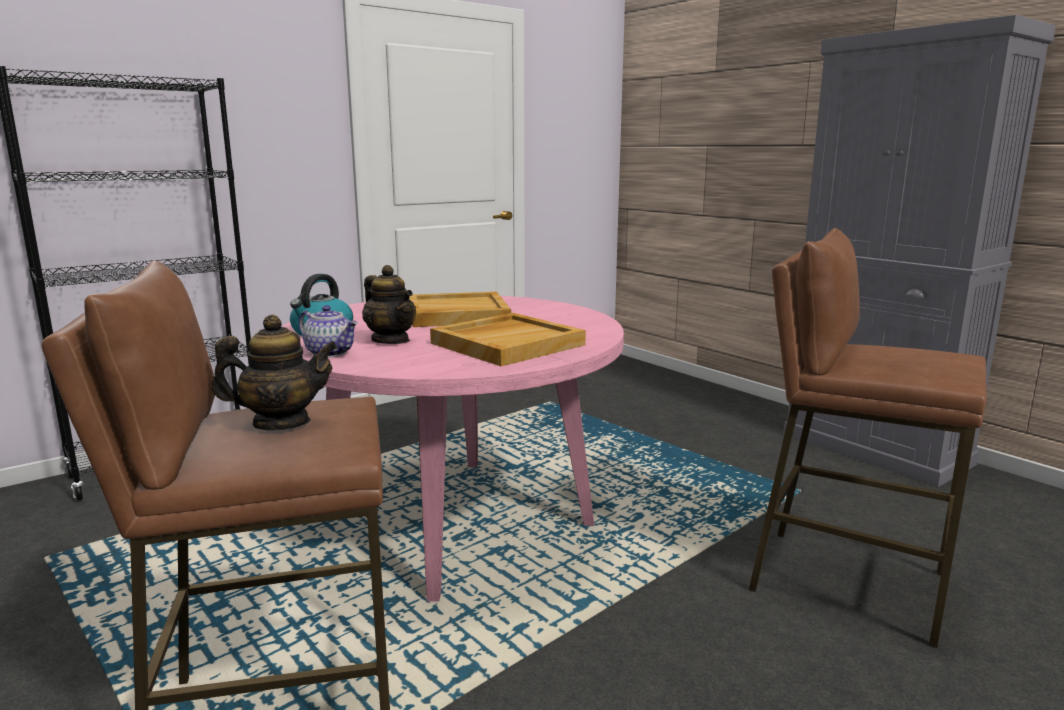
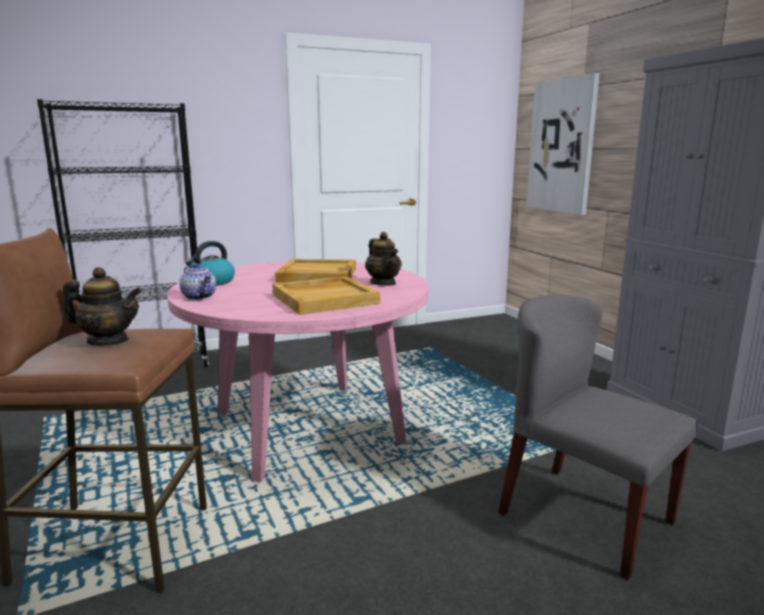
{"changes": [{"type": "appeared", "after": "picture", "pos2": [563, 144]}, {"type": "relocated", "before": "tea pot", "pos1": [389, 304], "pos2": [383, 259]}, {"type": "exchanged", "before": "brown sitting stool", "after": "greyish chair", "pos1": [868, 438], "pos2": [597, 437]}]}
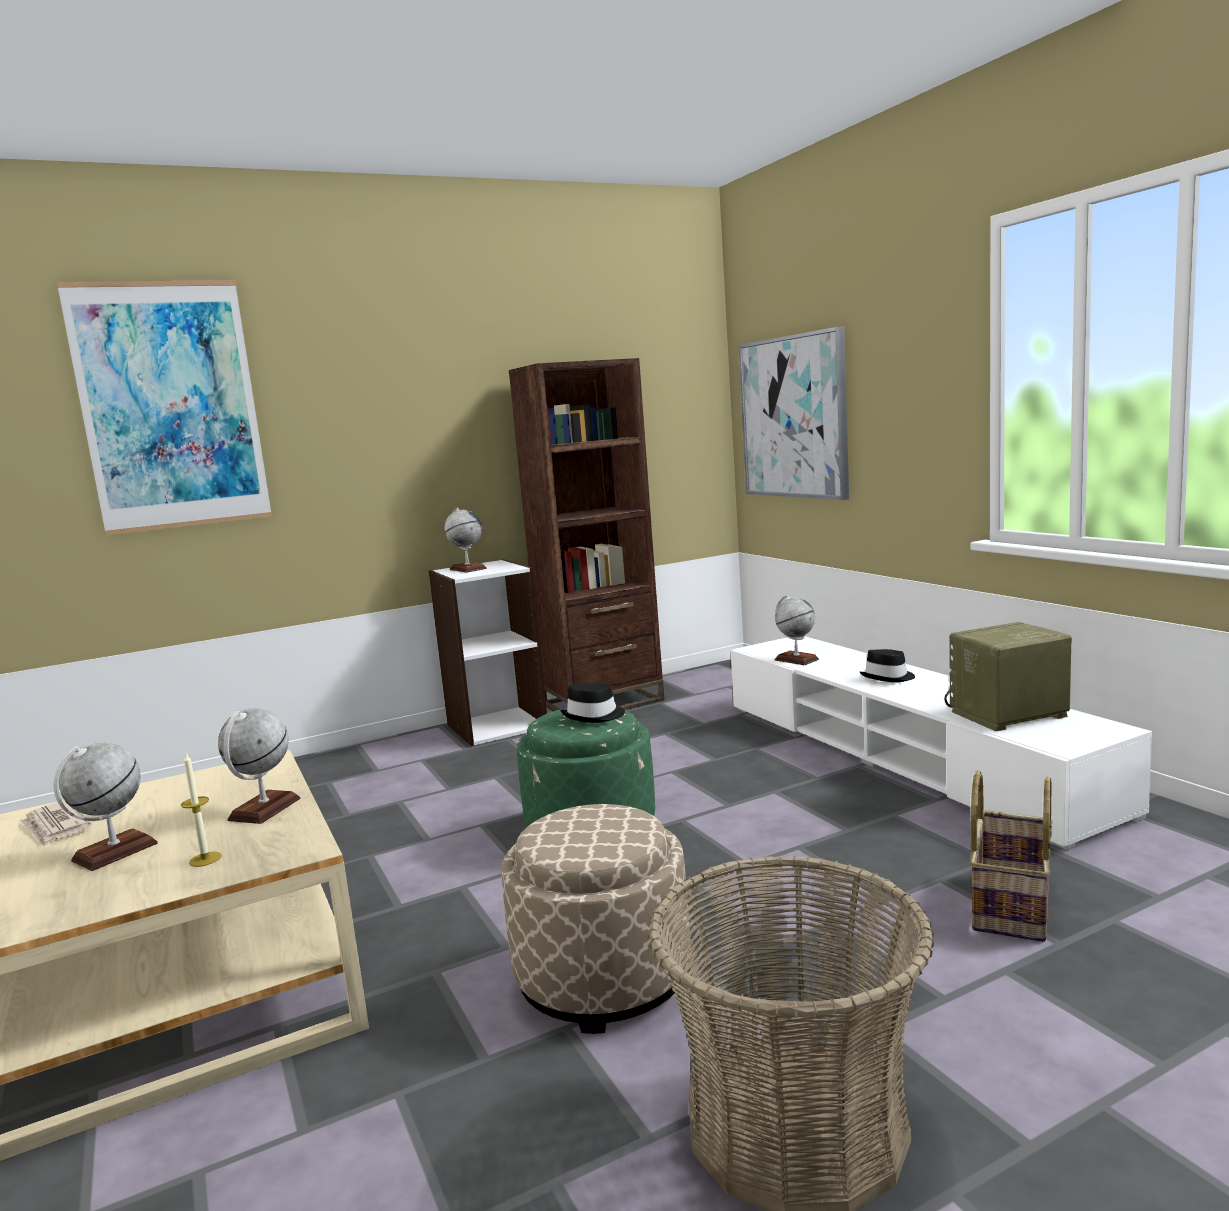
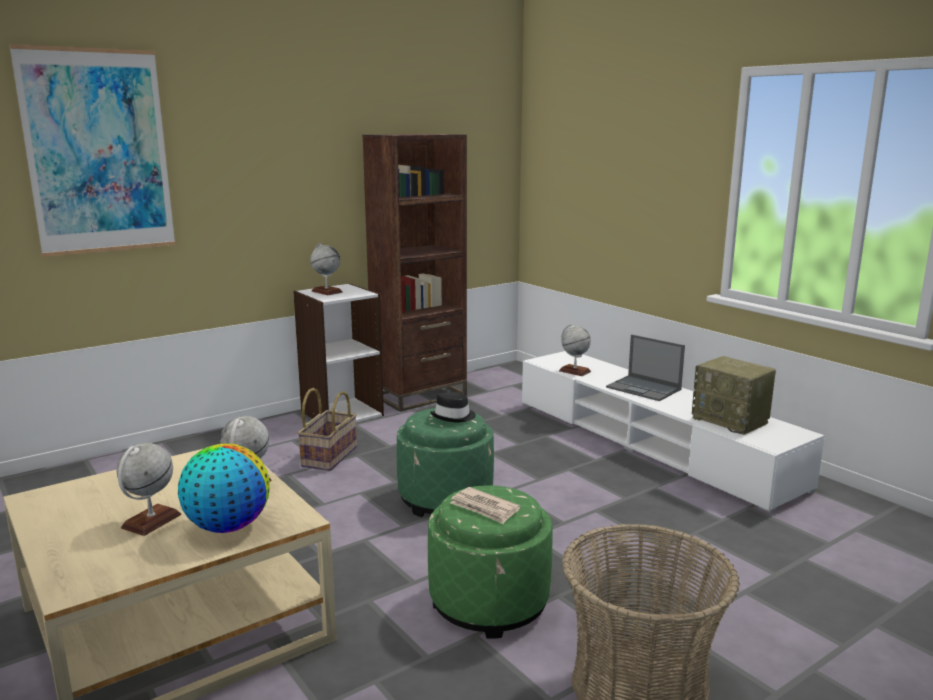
{"changes": [{"type": "missing", "before": "picture", "pos1": [794, 413]}, {"type": "relocated", "before": "daily paper", "pos1": [55, 823], "pos2": [485, 505]}, {"type": "relocated", "before": "storage basket", "pos1": [1011, 856], "pos2": [327, 429]}, {"type": "exchanged", "before": "candle", "after": "globe", "pos1": [201, 810], "pos2": [224, 488]}, {"type": "exchanged", "before": "black-coloured clothing hat", "after": "laptop", "pos1": [887, 665], "pos2": [645, 367]}, {"type": "colour", "before": "sand-coloured footrest", "after": "green-coloured footrest", "pos1": [595, 919], "pos2": [490, 562]}, {"type": "spun", "before": "radio set", "pos1": [1008, 676], "pos2": [734, 395], "turn": -105}]}
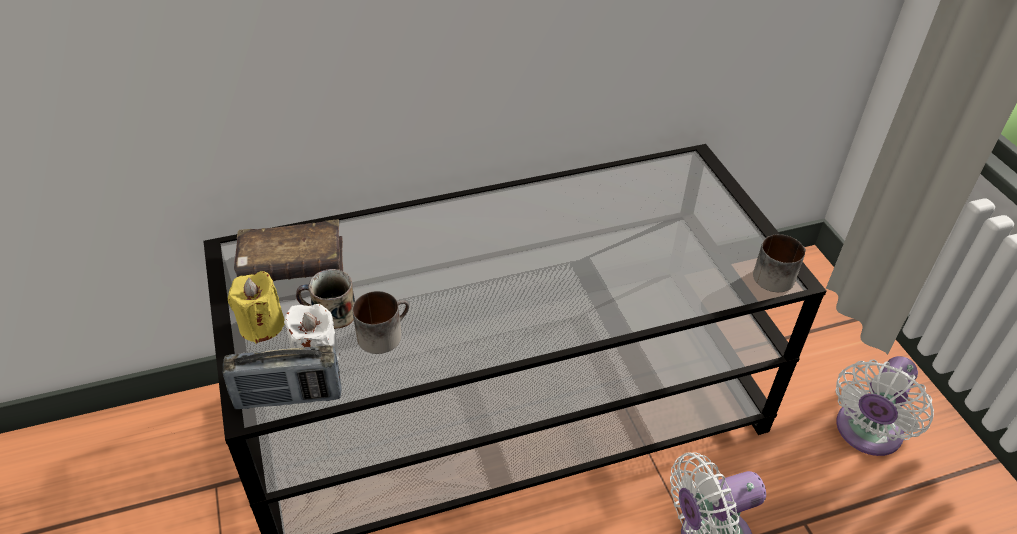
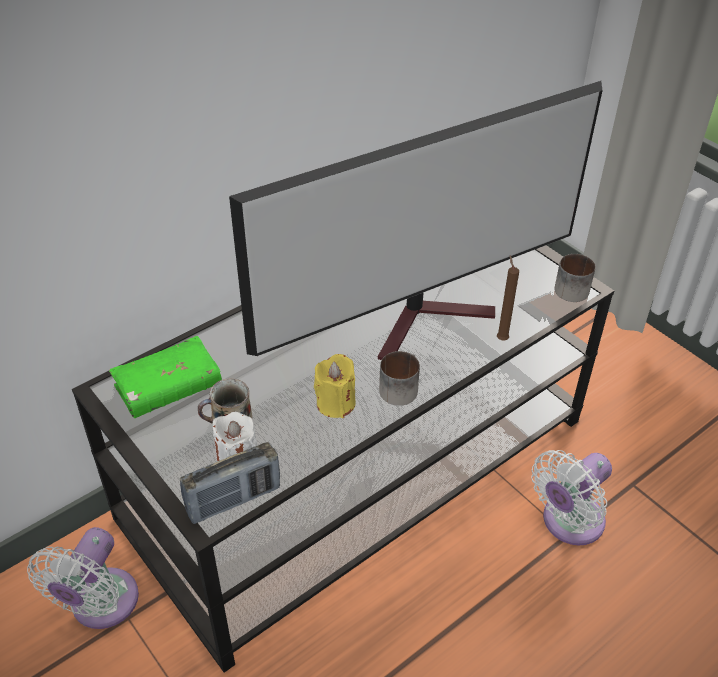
{"changes": [{"type": "appeared", "after": "TV set", "pos2": [416, 220]}, {"type": "appeared", "after": "brown candle", "pos2": [508, 297]}, {"type": "relocated", "before": "yellowish candle", "pos1": [256, 307], "pos2": [335, 386]}, {"type": "relocated", "before": "tea mug", "pos1": [380, 322], "pos2": [399, 378]}, {"type": "relocated", "before": "whitish cooling fan", "pos1": [885, 406], "pos2": [83, 578]}, {"type": "colour", "before": "brown bound book", "after": "green-coloured bound book", "pos1": [288, 250], "pos2": [165, 377]}]}
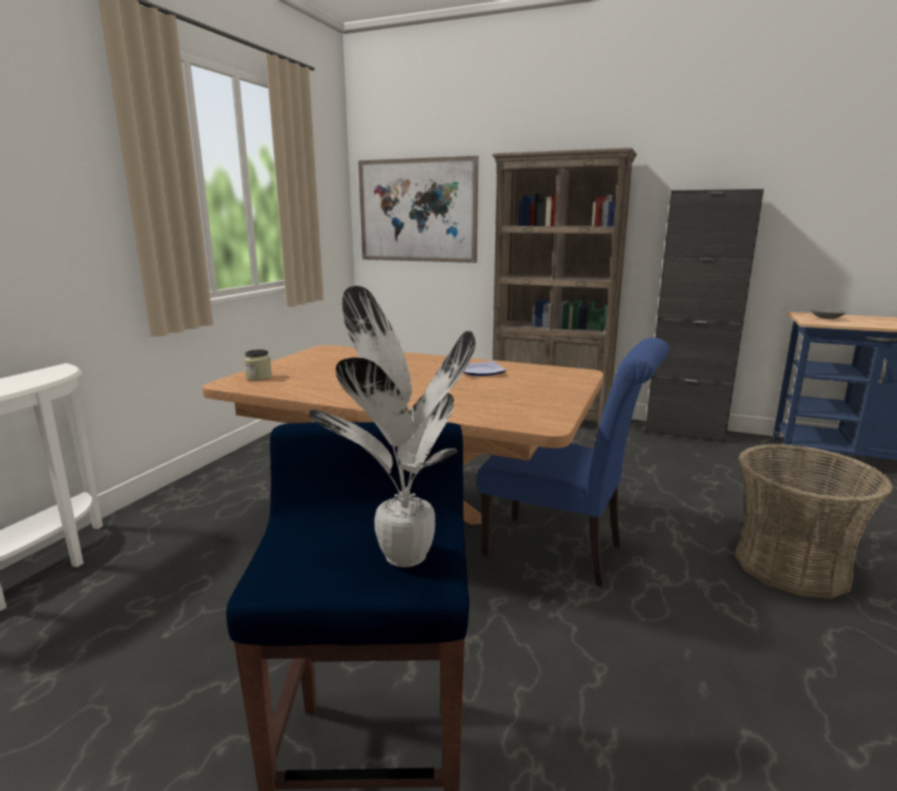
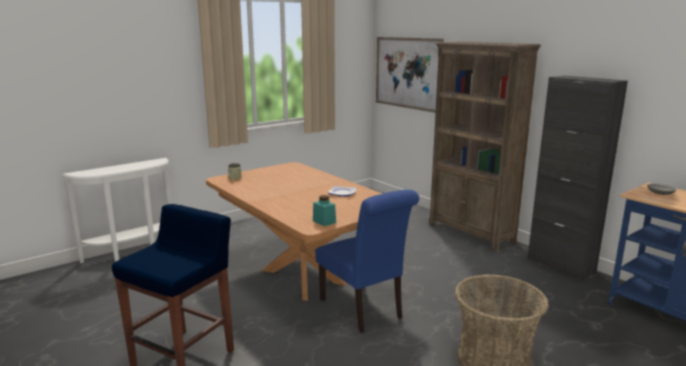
{"changes": [{"type": "missing", "before": "potted plant", "pos1": [391, 426]}, {"type": "appeared", "after": "turquoise-coloured preserve jar", "pos2": [324, 210]}]}
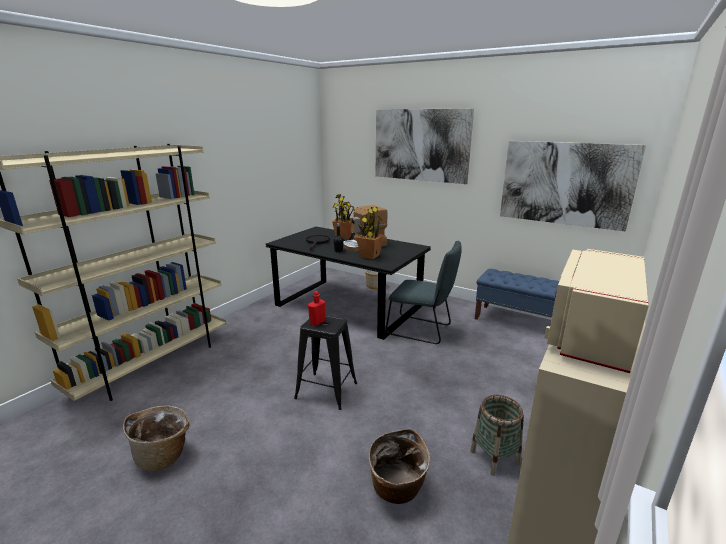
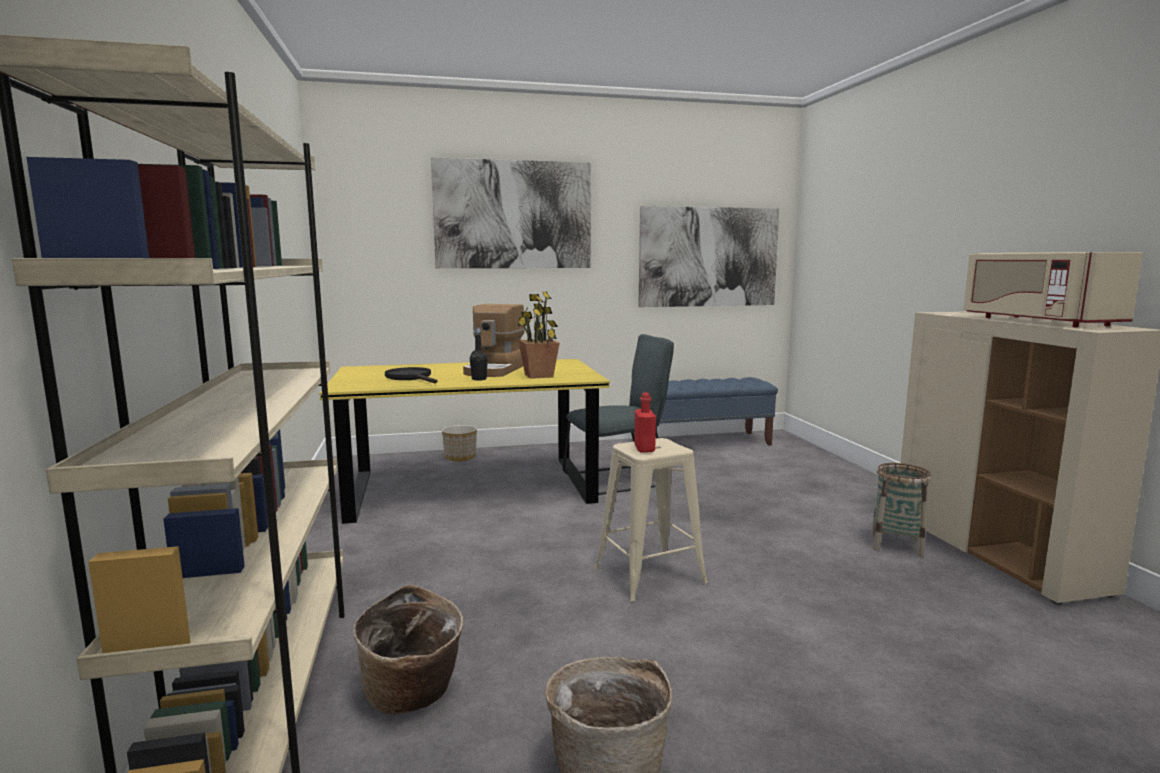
{"changes": [{"type": "missing", "before": "potted plant", "pos1": [343, 217]}, {"type": "relocated", "before": "storage basket", "pos1": [399, 466], "pos2": [408, 649]}, {"type": "colour", "before": "black-coloured dining table", "after": "yellowish dining table", "pos1": [348, 283], "pos2": [464, 441]}, {"type": "colour", "before": "black-coloured sitting stool", "after": "sand-coloured sitting stool", "pos1": [325, 362], "pos2": [651, 520]}]}
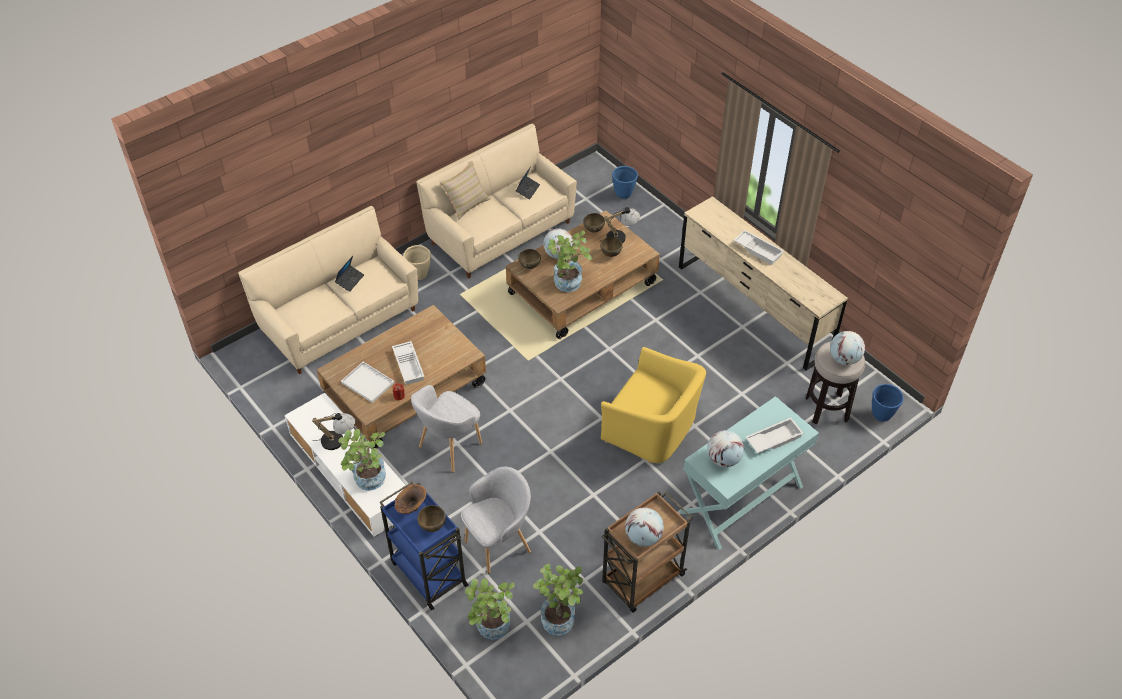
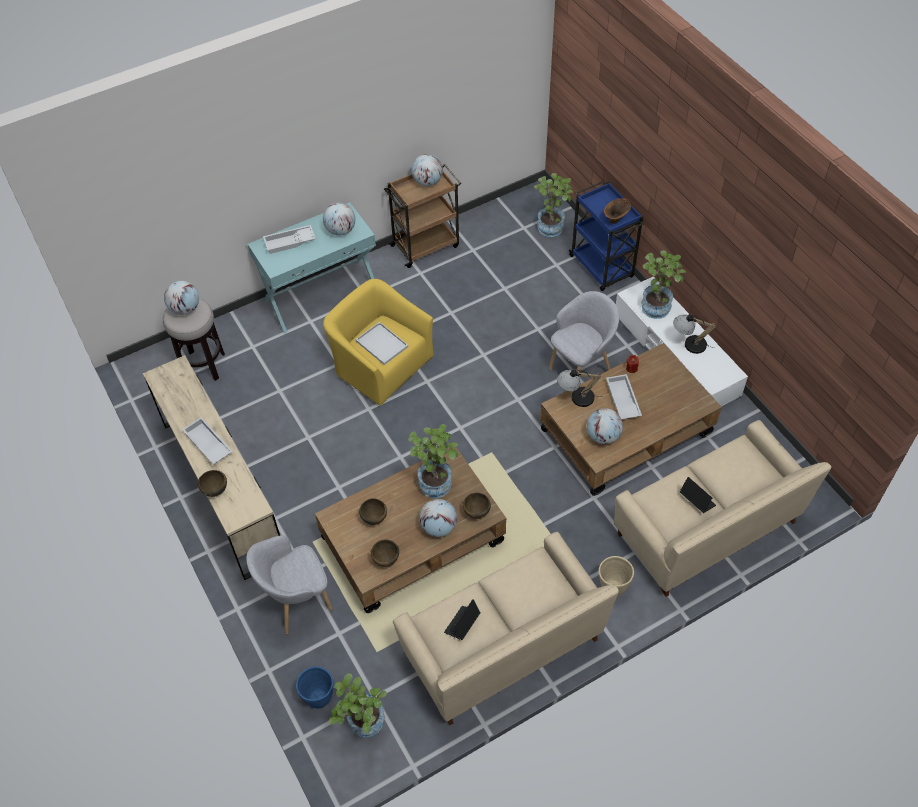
{"changes": [{"type": "missing", "before": "sand-coloured pillow", "pos1": [465, 190]}, {"type": "missing", "before": "bluish plant pot", "pos1": [888, 402]}, {"type": "appeared", "after": "globe", "pos2": [605, 426]}, {"type": "relocated", "before": "whitish tray", "pos1": [367, 382], "pos2": [381, 343]}, {"type": "relocated", "before": "brown bowl", "pos1": [431, 518], "pos2": [212, 483]}, {"type": "relocated", "before": "greyish armchair", "pos1": [496, 520], "pos2": [289, 585]}, {"type": "relocated", "before": "potted plant", "pos1": [558, 599], "pos2": [358, 705]}, {"type": "relocated", "before": "lamp for a table", "pos1": [619, 225], "pos2": [579, 388]}, {"type": "spun", "before": "laptop", "pos1": [349, 274], "pos2": [698, 495], "turn": 105}]}
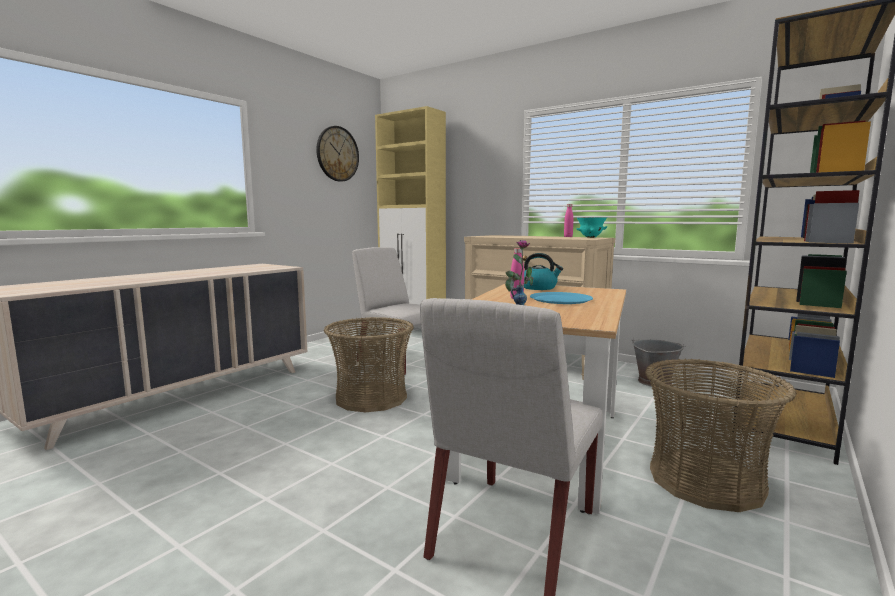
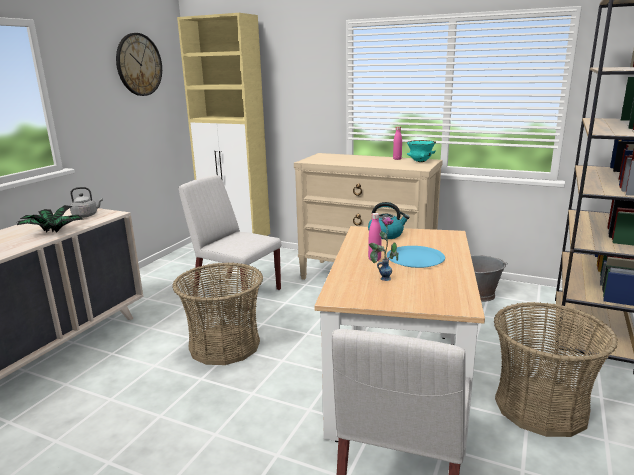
{"changes": [{"type": "appeared", "after": "potted plant", "pos2": [50, 219]}, {"type": "appeared", "after": "greyish tea kettle", "pos2": [86, 202]}]}
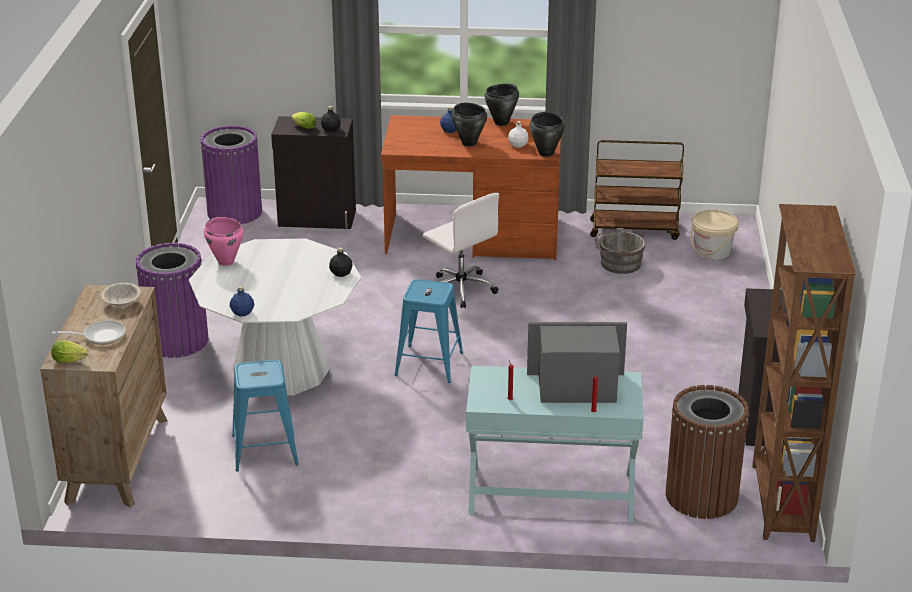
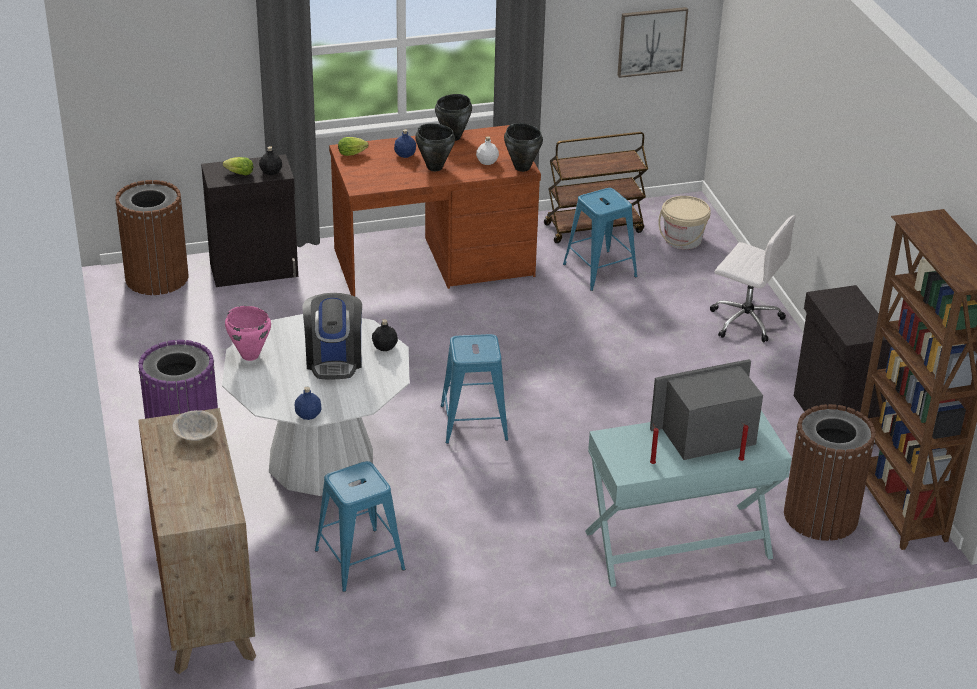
{"changes": [{"type": "missing", "before": "skillet", "pos1": [89, 333]}, {"type": "appeared", "after": "coffee maker", "pos2": [332, 336]}, {"type": "appeared", "after": "picture", "pos2": [652, 42]}, {"type": "relocated", "before": "head of lettuce", "pos1": [70, 351], "pos2": [353, 146]}, {"type": "relocated", "before": "whitish computer chair", "pos1": [461, 250], "pos2": [753, 279]}, {"type": "exchanged", "before": "greyish pail", "after": "bluish sitting stool", "pos1": [620, 251], "pos2": [600, 239]}, {"type": "colour", "before": "purple-coloured rubbish bin", "after": "brown rubbish bin", "pos1": [231, 174], "pos2": [151, 237]}]}
